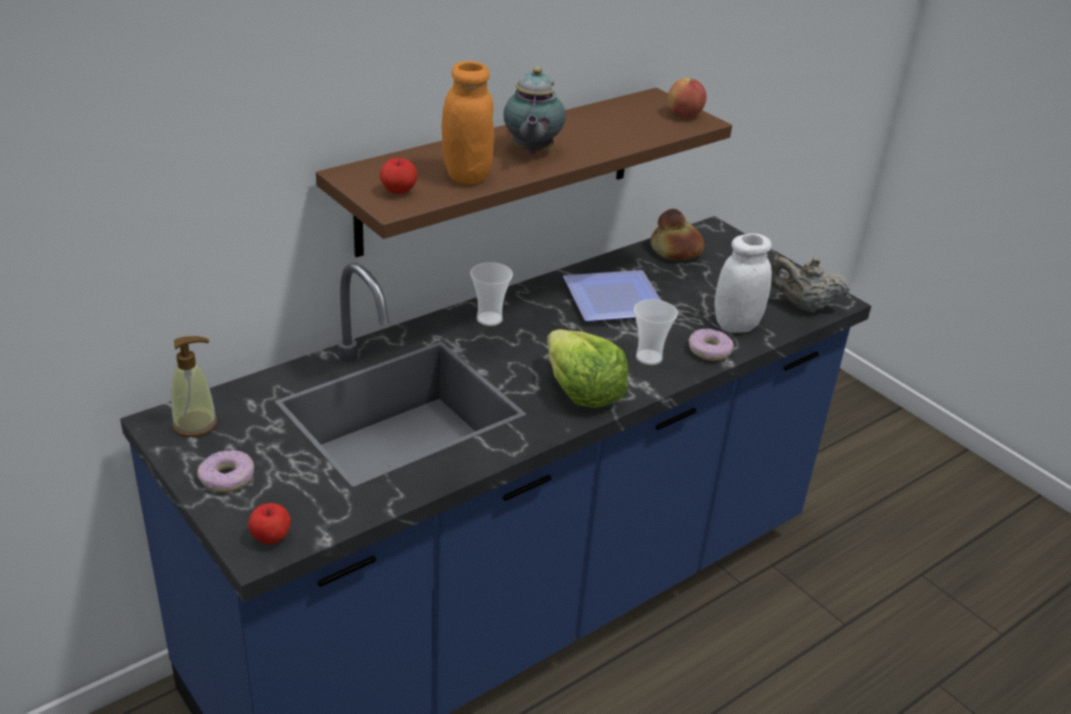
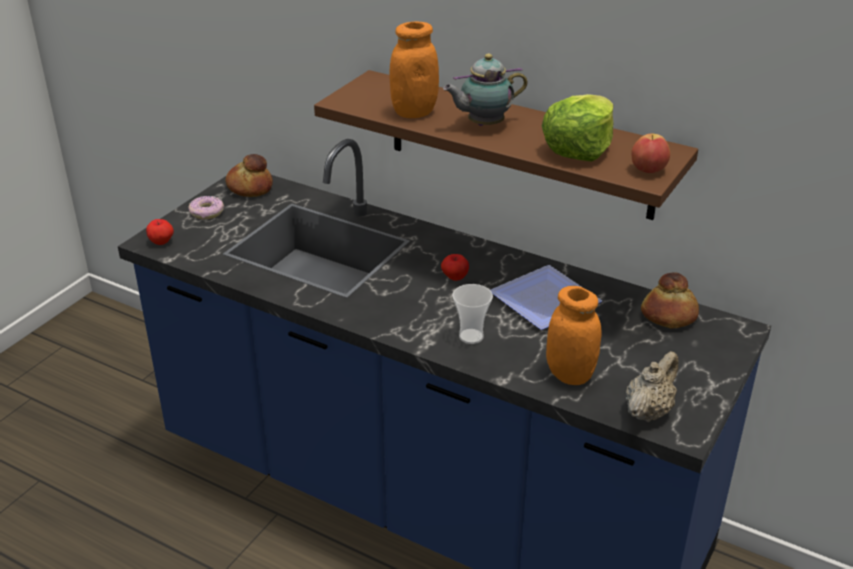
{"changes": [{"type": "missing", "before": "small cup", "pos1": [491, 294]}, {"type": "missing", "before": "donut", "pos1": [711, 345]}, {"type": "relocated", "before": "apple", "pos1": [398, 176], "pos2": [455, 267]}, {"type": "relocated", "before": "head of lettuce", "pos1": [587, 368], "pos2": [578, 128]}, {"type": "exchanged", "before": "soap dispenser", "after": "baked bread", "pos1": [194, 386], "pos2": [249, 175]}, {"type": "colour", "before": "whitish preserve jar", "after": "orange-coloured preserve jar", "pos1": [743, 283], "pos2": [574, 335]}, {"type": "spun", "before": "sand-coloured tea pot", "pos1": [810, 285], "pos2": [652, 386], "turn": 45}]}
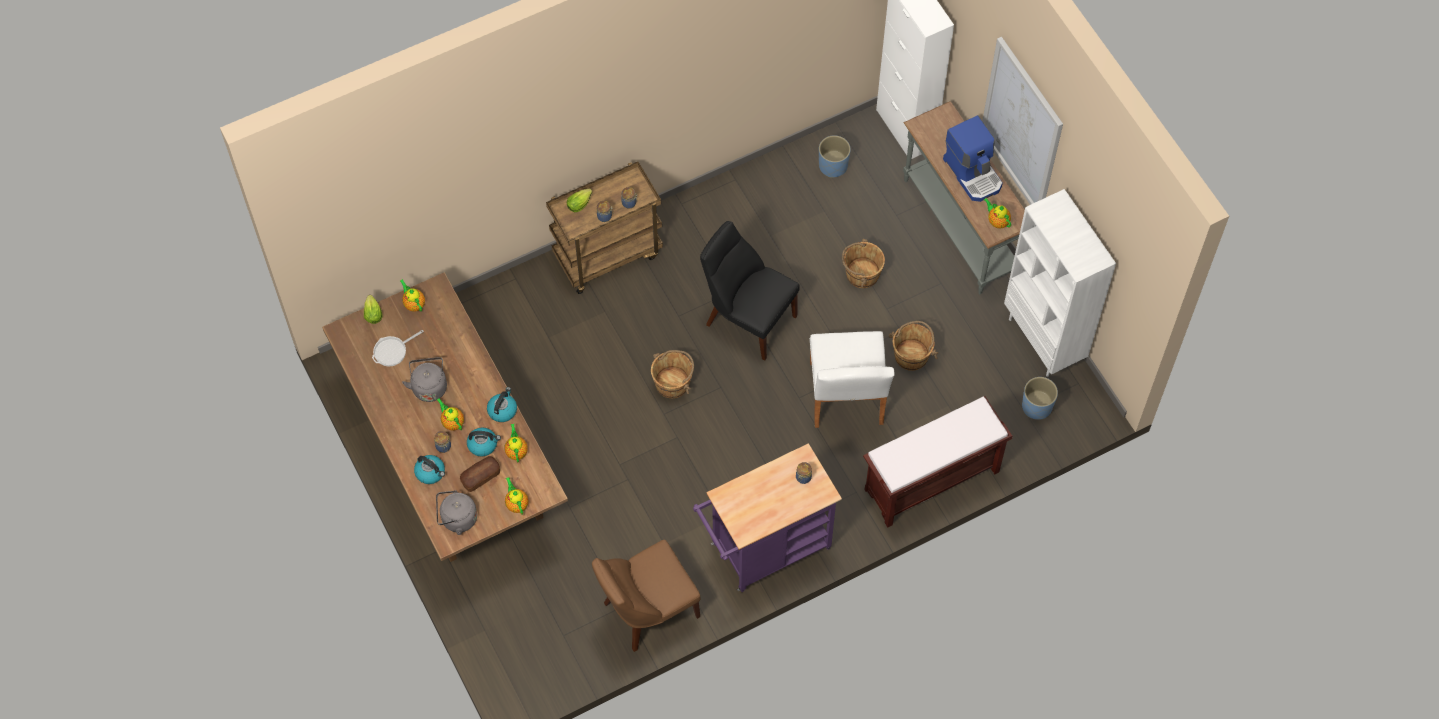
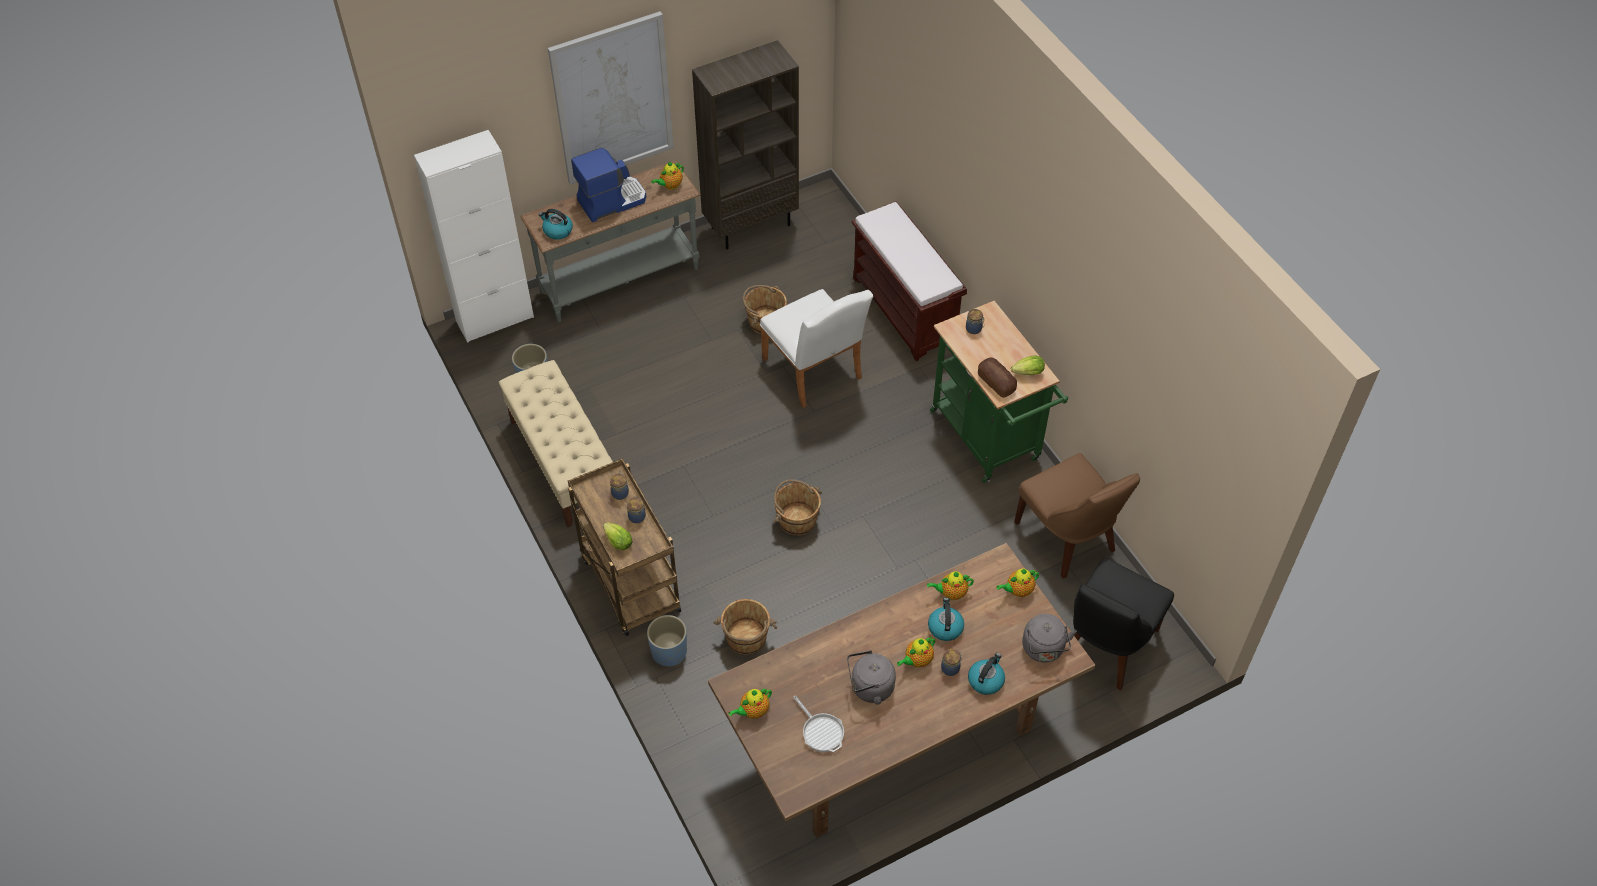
{"changes": [{"type": "appeared", "after": "sand-coloured bench", "pos2": [556, 444]}, {"type": "relocated", "before": "head of lettuce", "pos1": [373, 309], "pos2": [1028, 365]}, {"type": "relocated", "before": "baked bread", "pos1": [480, 474], "pos2": [997, 377]}, {"type": "relocated", "before": "tea kettle", "pos1": [502, 404], "pos2": [556, 224]}, {"type": "relocated", "before": "black-coloured chair", "pos1": [750, 291], "pos2": [1123, 624]}, {"type": "relocated", "before": "brown pail", "pos1": [863, 263], "pos2": [745, 627]}, {"type": "relocated", "before": "bluish plant pot", "pos1": [1040, 398], "pos2": [667, 640]}, {"type": "colour", "before": "purple-coloured cart", "after": "green-coloured cart", "pos1": [767, 517], "pos2": [999, 392]}, {"type": "colour", "before": "whitish bookcase", "after": "brown bookcase", "pos1": [1060, 283], "pos2": [745, 144]}, {"type": "spun", "before": "whitish chair", "pos1": [852, 379], "pos2": [816, 348], "turn": 60}]}
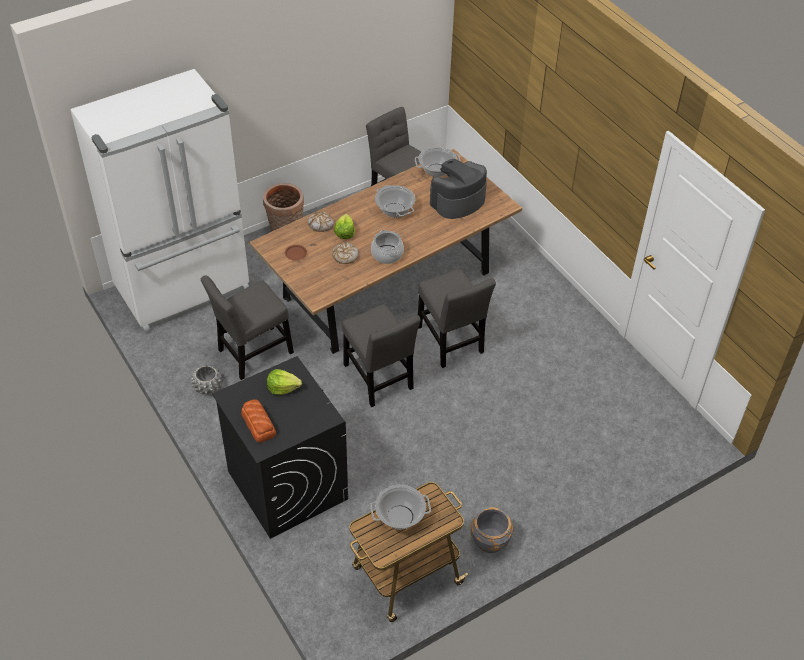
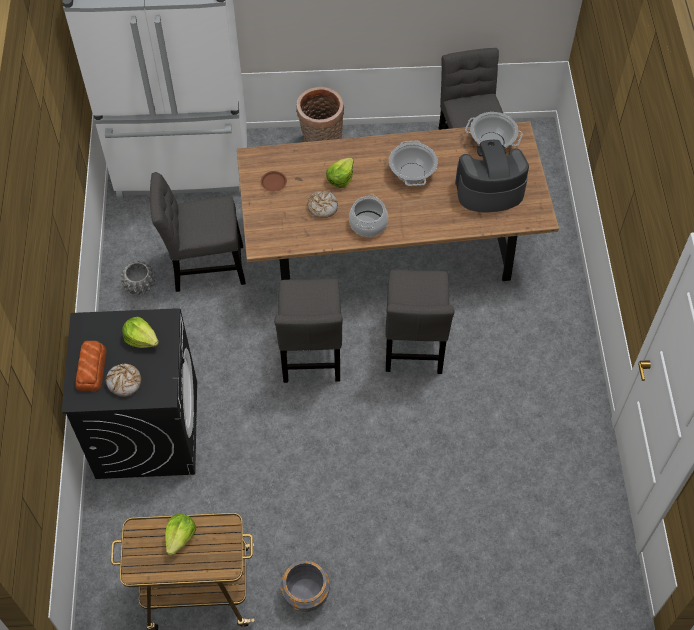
{"changes": [{"type": "relocated", "before": "baked bread", "pos1": [321, 222], "pos2": [123, 380]}, {"type": "exchanged", "before": "stockpot", "after": "head of lettuce", "pos1": [400, 507], "pos2": [180, 535]}]}
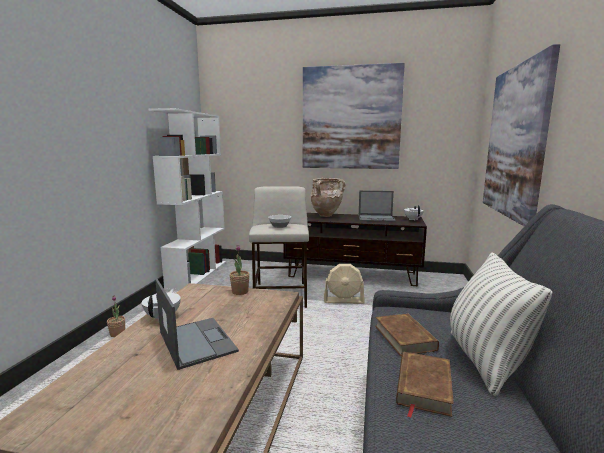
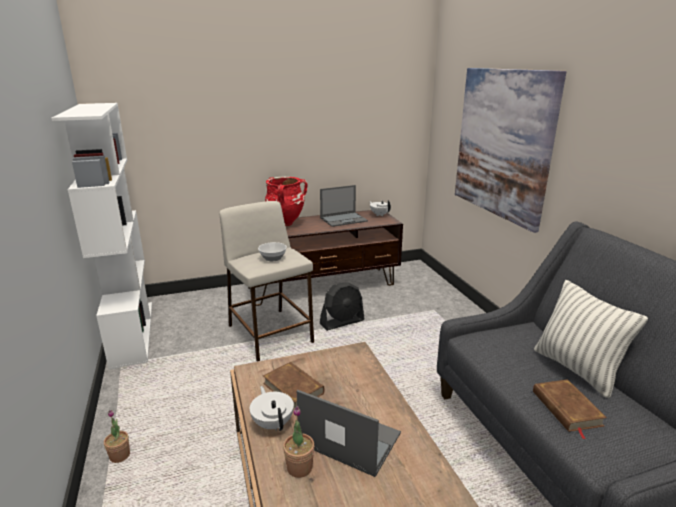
{"changes": [{"type": "missing", "before": "picture", "pos1": [354, 116]}, {"type": "relocated", "before": "potted plant", "pos1": [240, 270], "pos2": [298, 442]}, {"type": "relocated", "before": "brown bound book", "pos1": [407, 335], "pos2": [294, 385]}, {"type": "colour", "before": "sand-coloured decorative vase", "after": "red-coloured decorative vase", "pos1": [328, 197], "pos2": [286, 201]}, {"type": "colour", "before": "sand-coloured cooling fan", "after": "black-coloured cooling fan", "pos1": [344, 284], "pos2": [342, 306]}]}
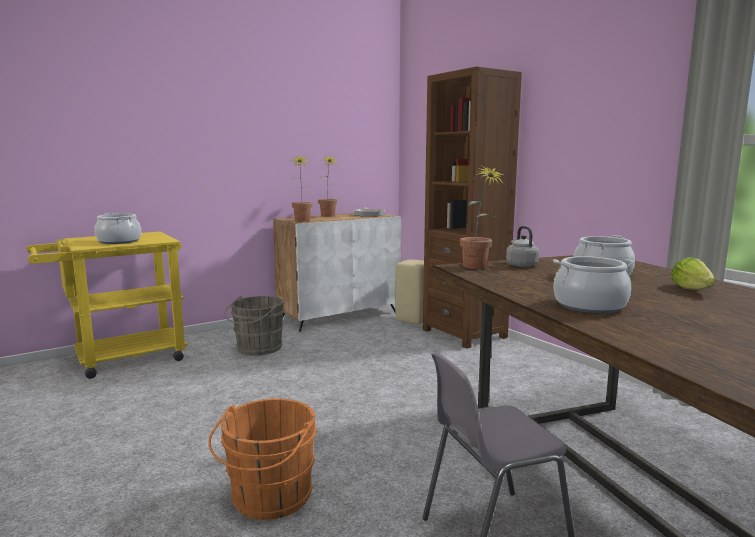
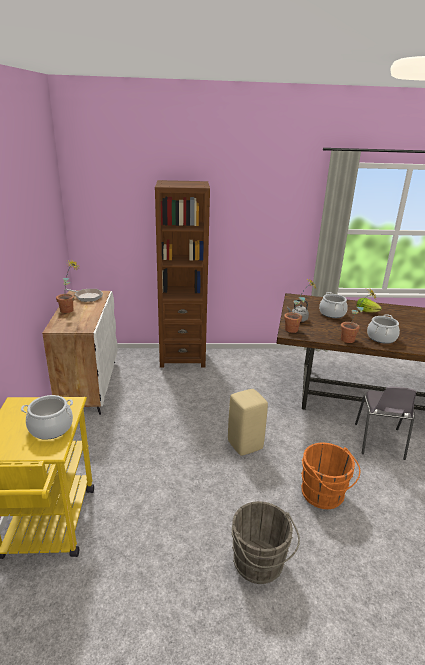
{"changes": [{"type": "relocated", "before": "greyish pail", "pos1": [254, 326], "pos2": [265, 542]}, {"type": "relocated", "before": "potted plant", "pos1": [303, 188], "pos2": [358, 315]}, {"type": "relocated", "before": "sand-coloured sitting stool", "pos1": [409, 291], "pos2": [248, 422]}]}
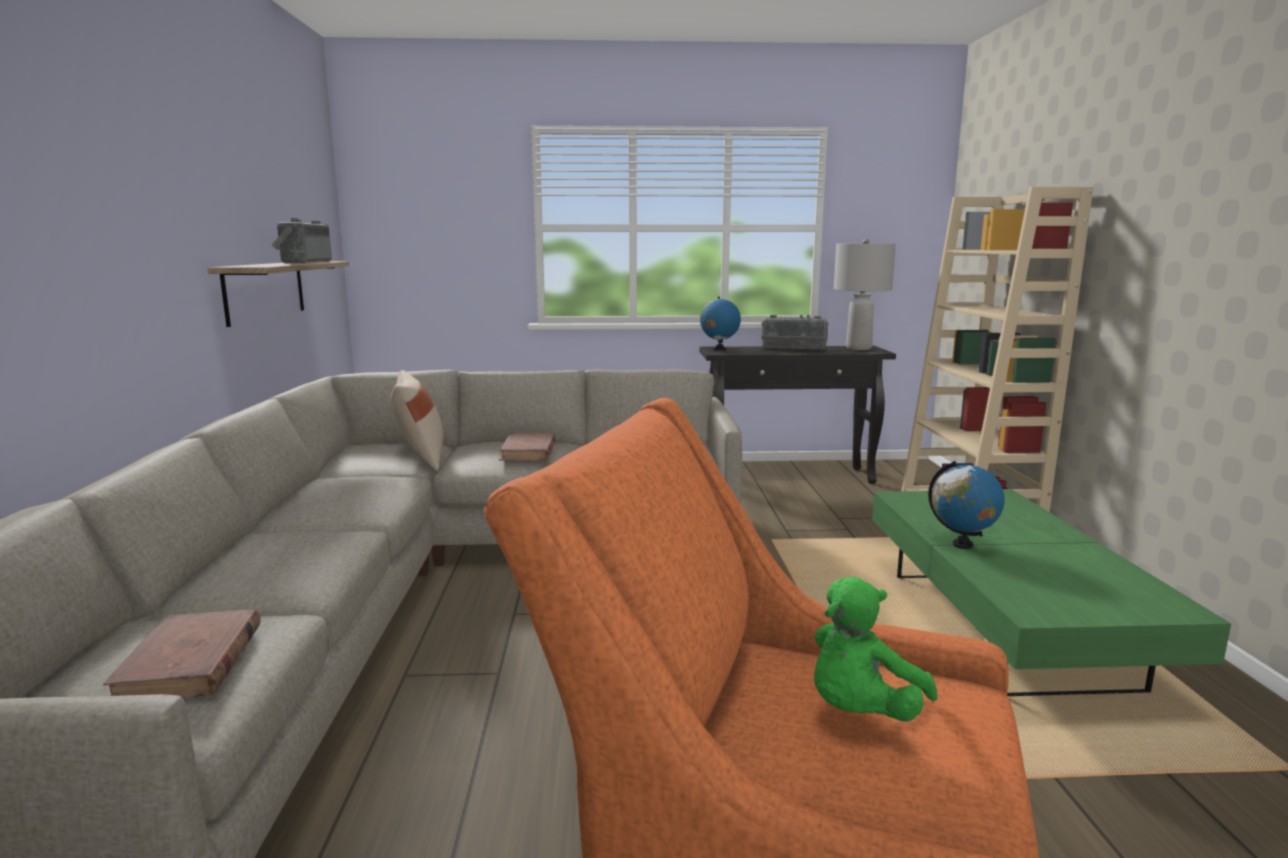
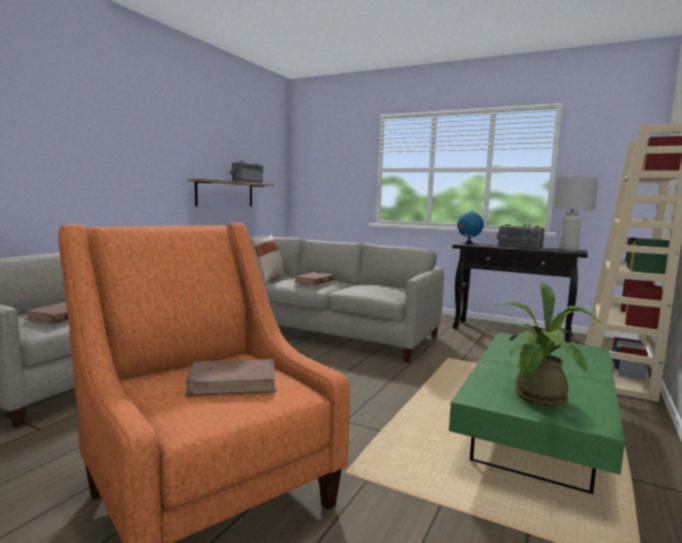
{"changes": [{"type": "missing", "before": "globe", "pos1": [966, 505]}, {"type": "appeared", "after": "potted plant", "pos2": [548, 345]}, {"type": "exchanged", "before": "green-coloured plush toy", "after": "brown bound book", "pos1": [875, 649], "pos2": [231, 377]}]}
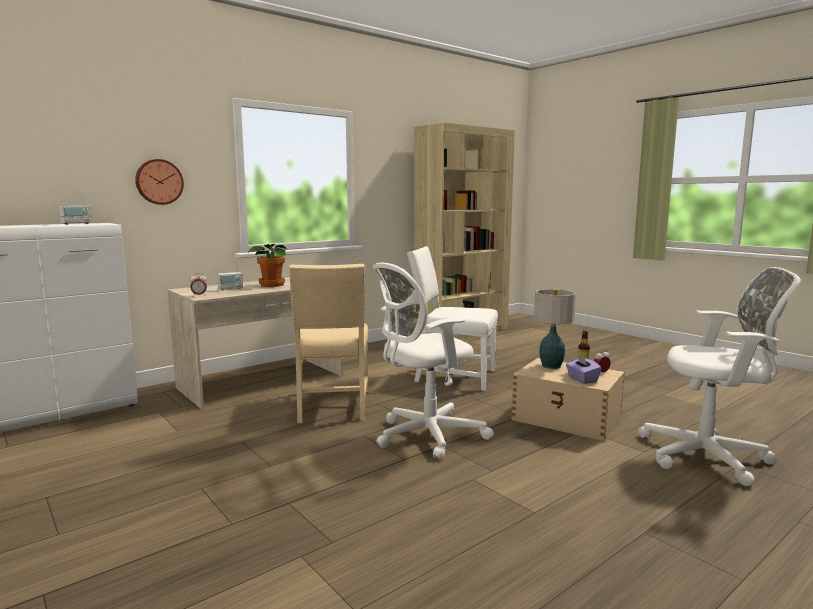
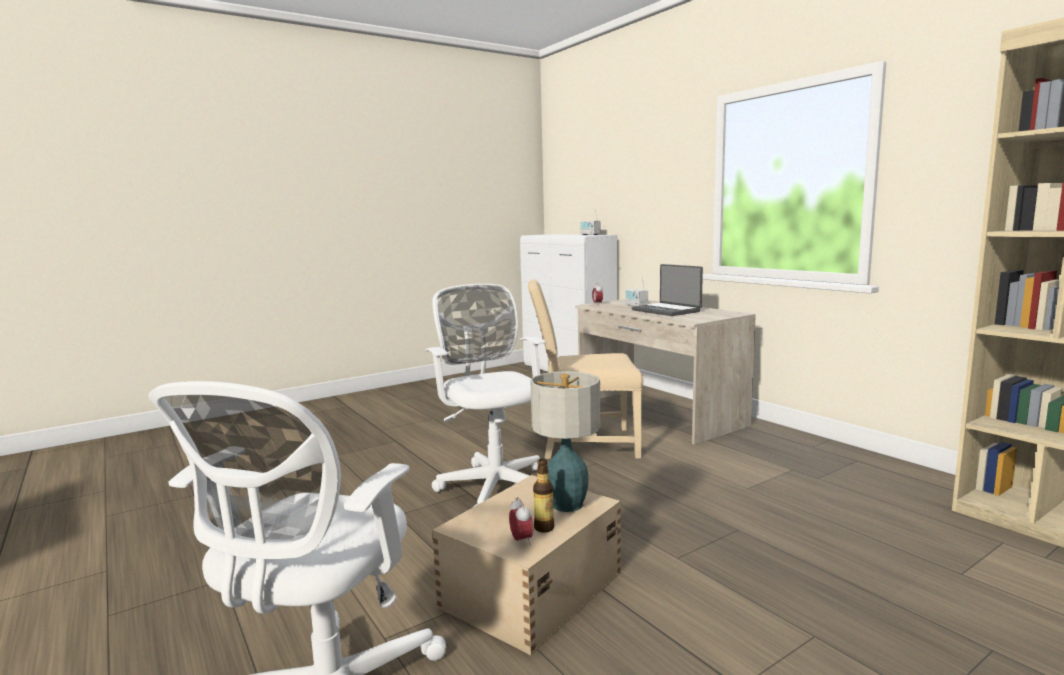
{"changes": [{"type": "missing", "before": "hanging clock", "pos1": [159, 182]}, {"type": "missing", "before": "whitish chair", "pos1": [452, 318]}, {"type": "missing", "before": "purple-coloured box of tissues", "pos1": [583, 369]}, {"type": "exchanged", "before": "potted plant", "after": "laptop", "pos1": [267, 265], "pos2": [667, 290]}]}
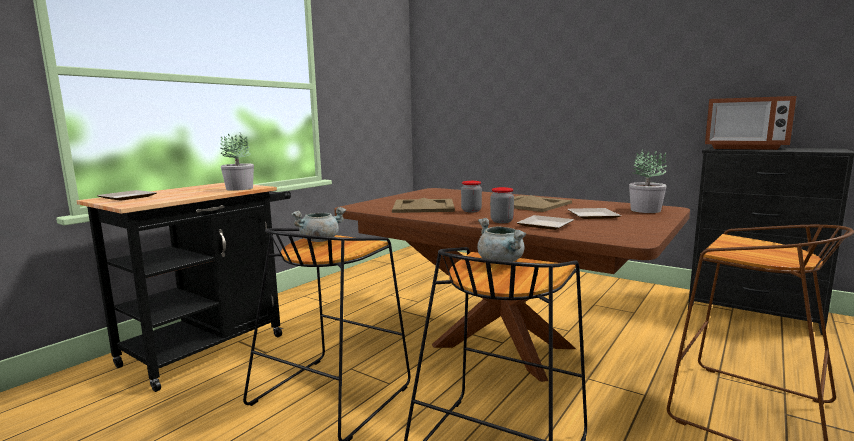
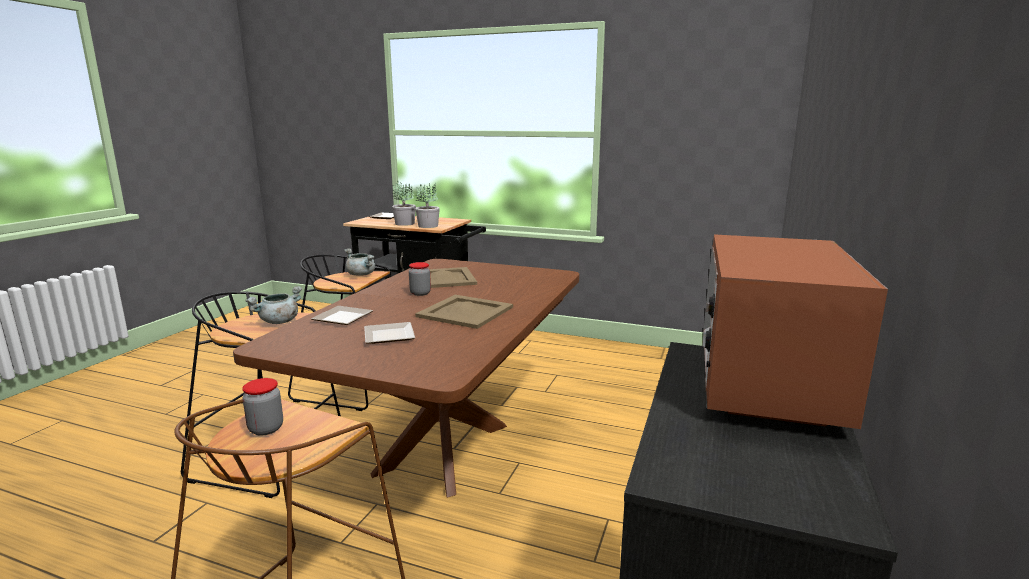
{"changes": [{"type": "relocated", "before": "preserve jar", "pos1": [502, 205], "pos2": [262, 407]}, {"type": "relocated", "before": "potted plant", "pos1": [648, 181], "pos2": [404, 203]}]}
